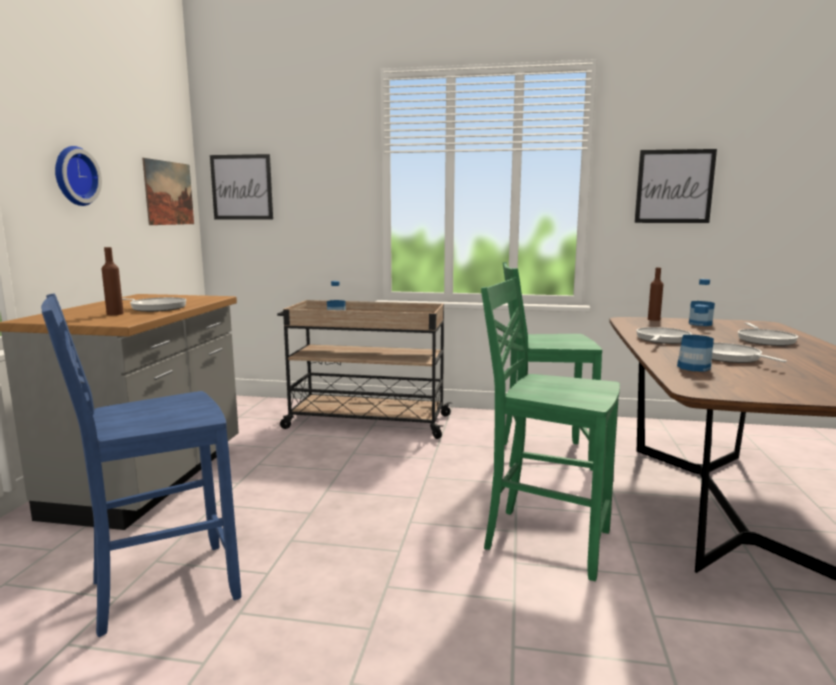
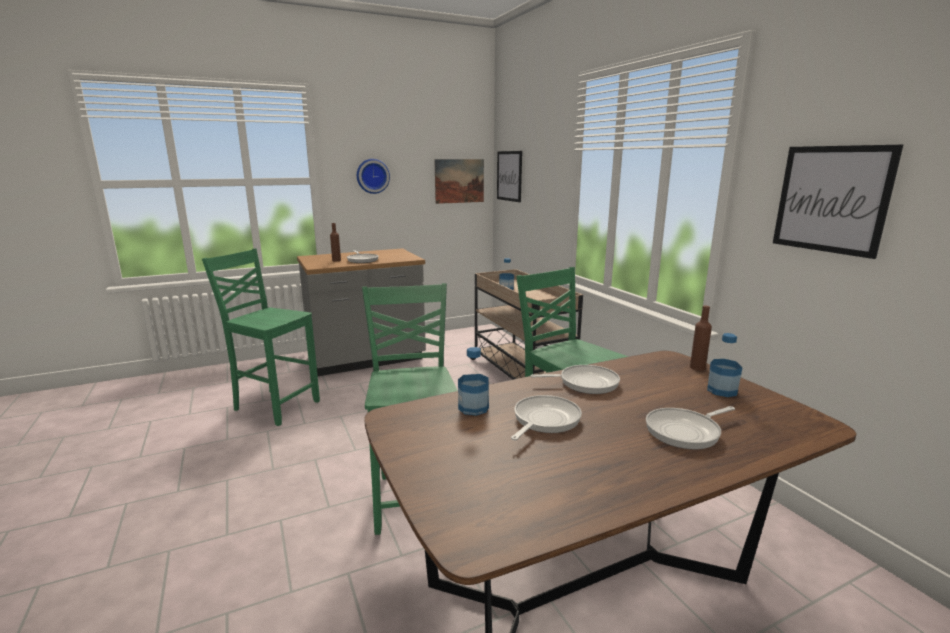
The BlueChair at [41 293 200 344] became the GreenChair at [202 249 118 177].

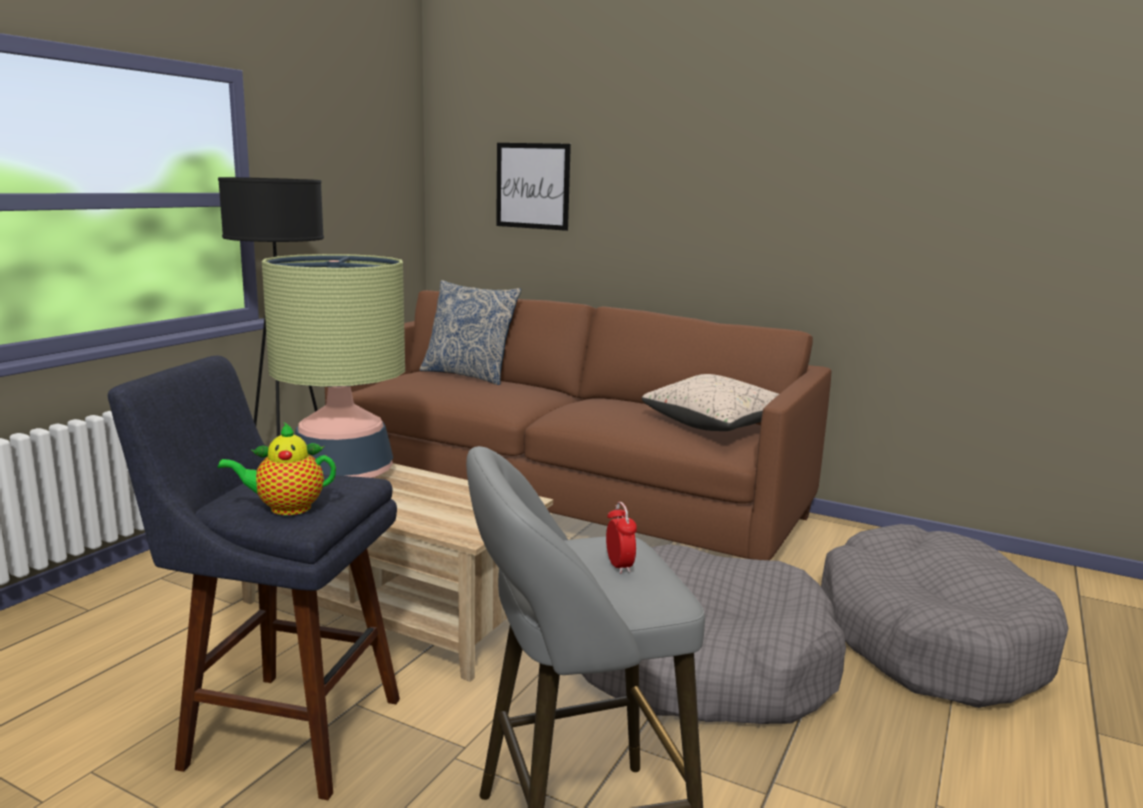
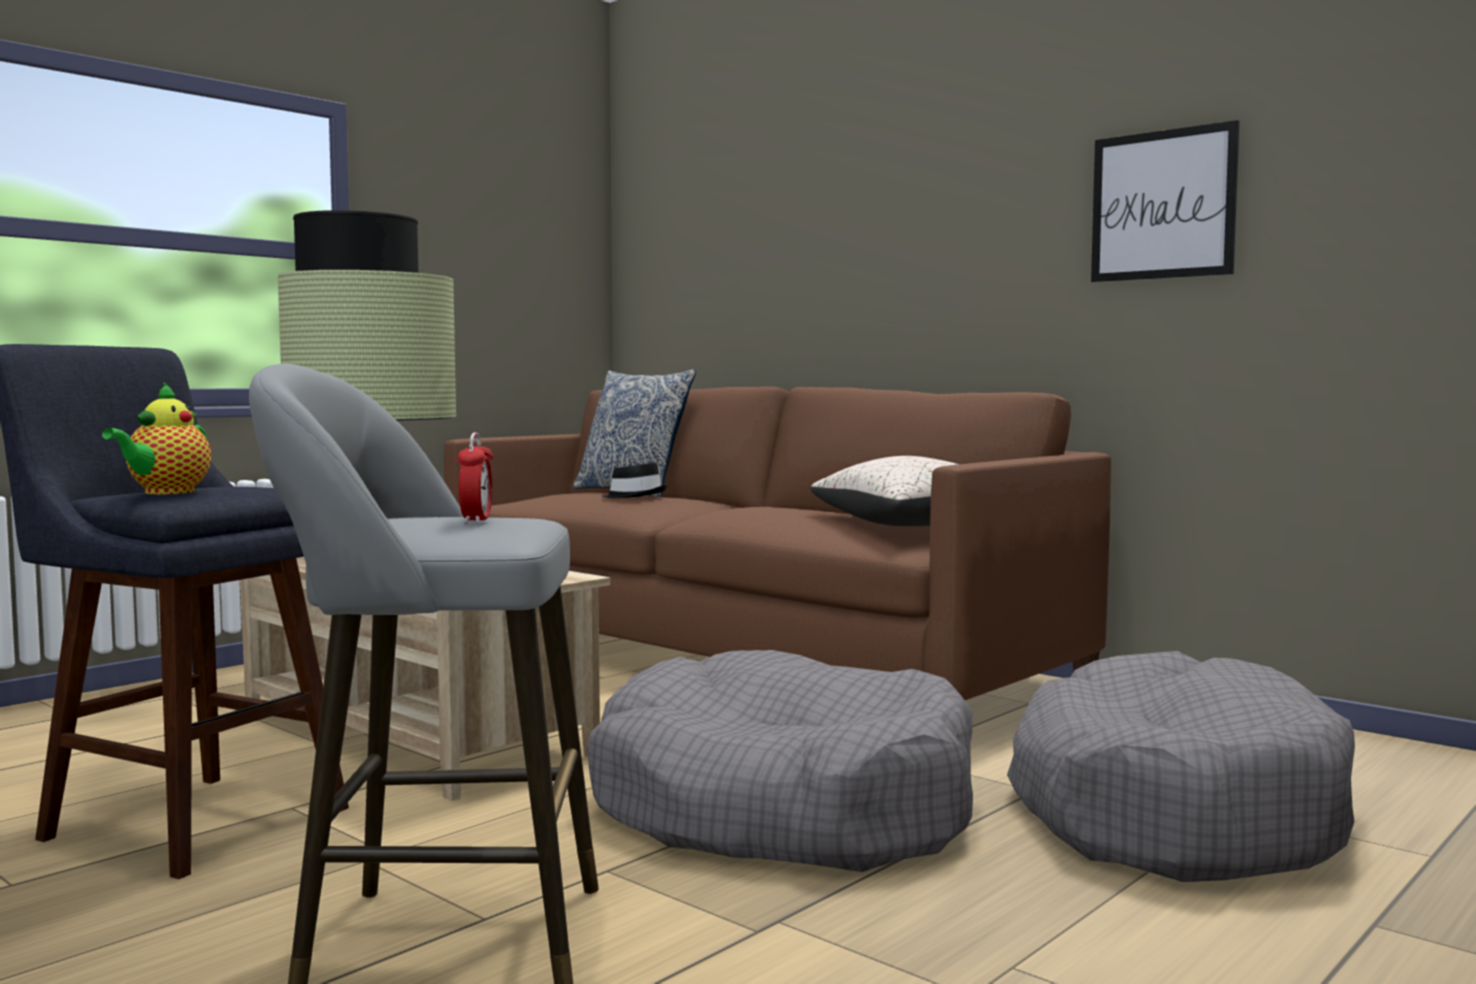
The Teapot at [217 422 119 93] turned 75 degrees counterclockwise.
The Picture moved from [496 143 75 88] to [1091 120 148 162].
The BlackHat at [602 463 65 35] appeared.

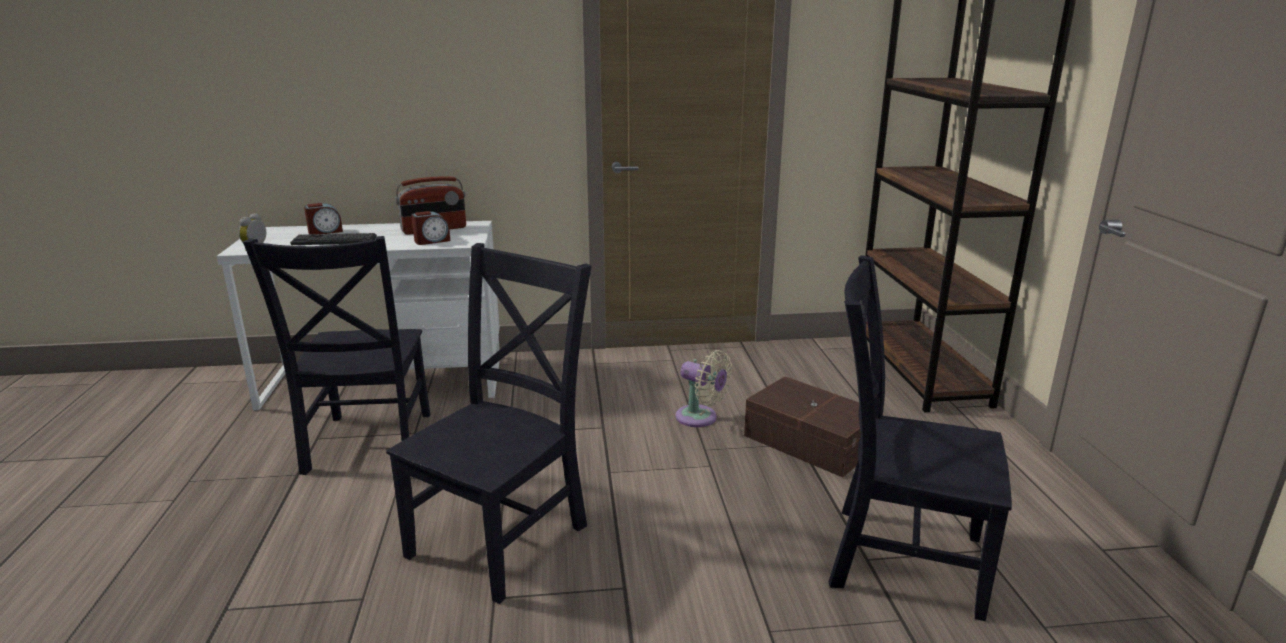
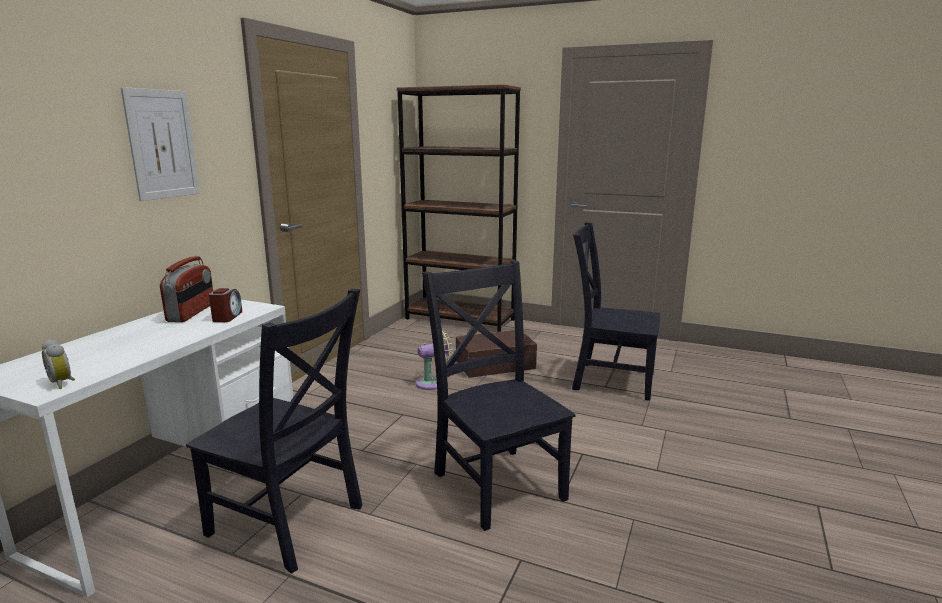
The Keyboard at [290 233 87 12] disappeared.
The AlarmClock at [304 203 39 31] disappeared.
The BlackChair at [829 255 183 366] turned 60 degrees clockwise.
The Picture at [121 87 79 114] appeared.

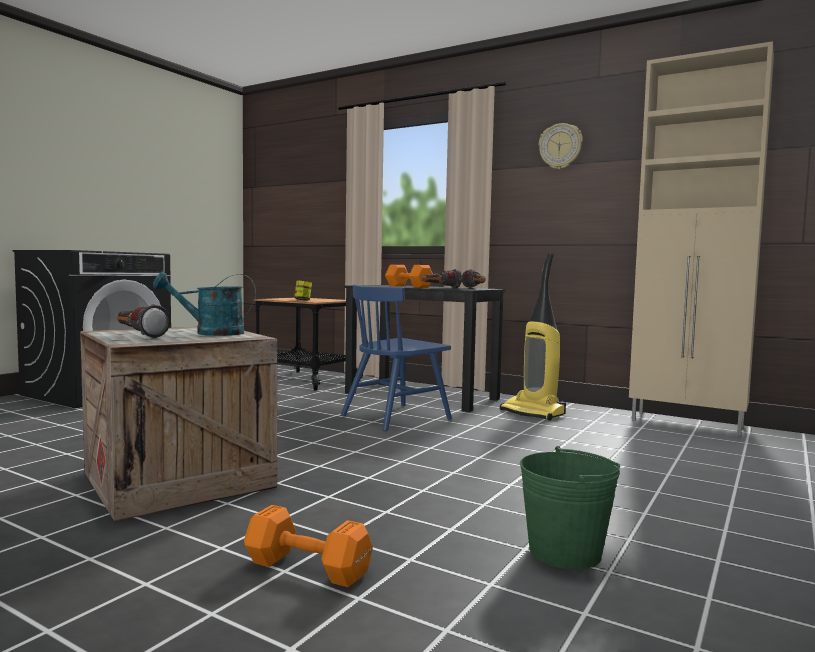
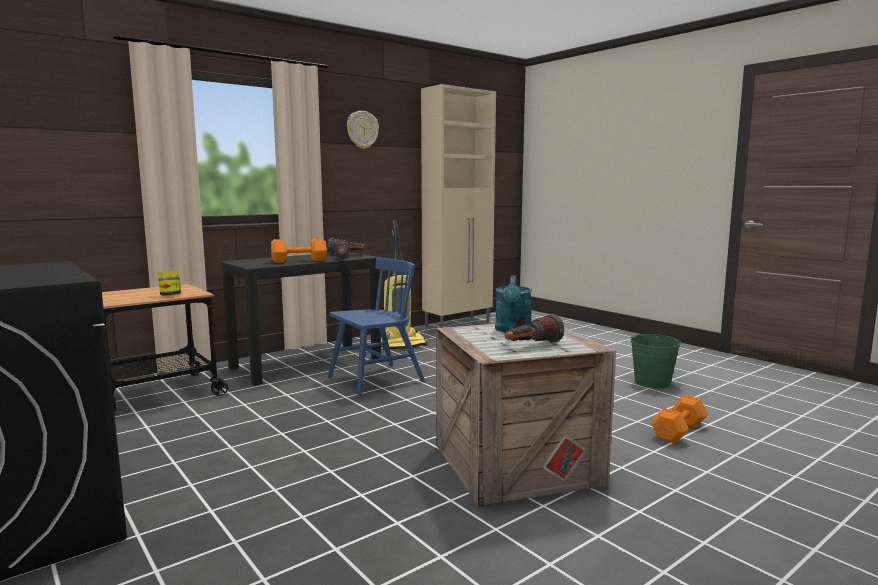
The BlueChair at [341 284 111 147] turned 105 degrees counterclockwise.

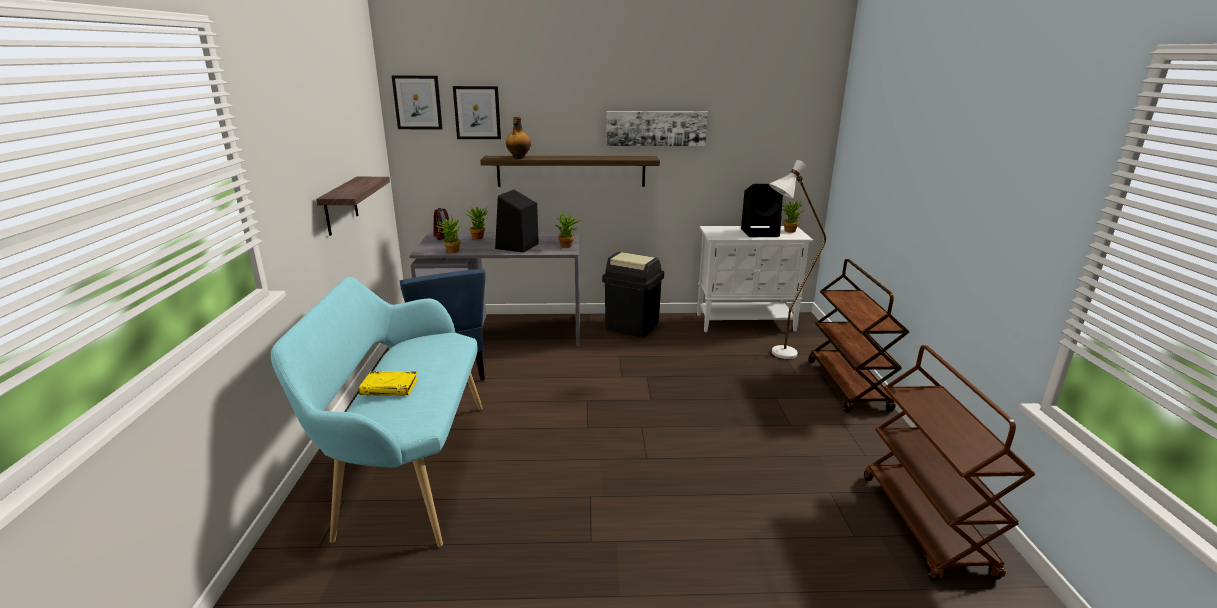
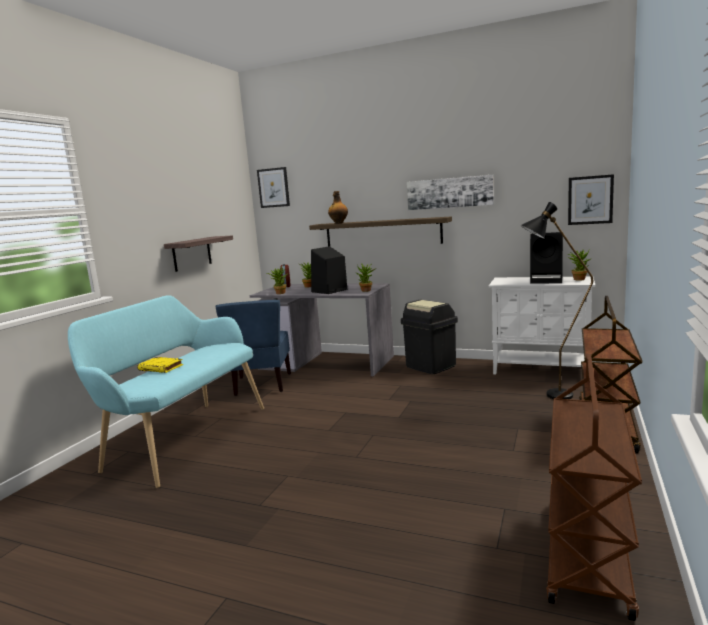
The Picture moved from [453 86 48 53] to [568 174 46 51].
The WhiteFloorLamp at [769 160 57 199] became the BlackFloorLamp at [520 202 73 197].

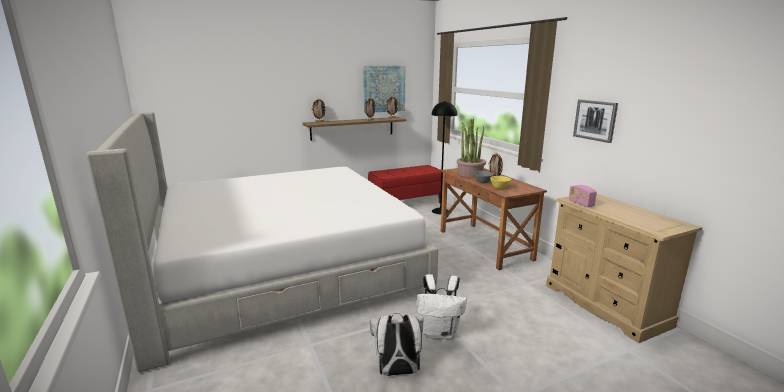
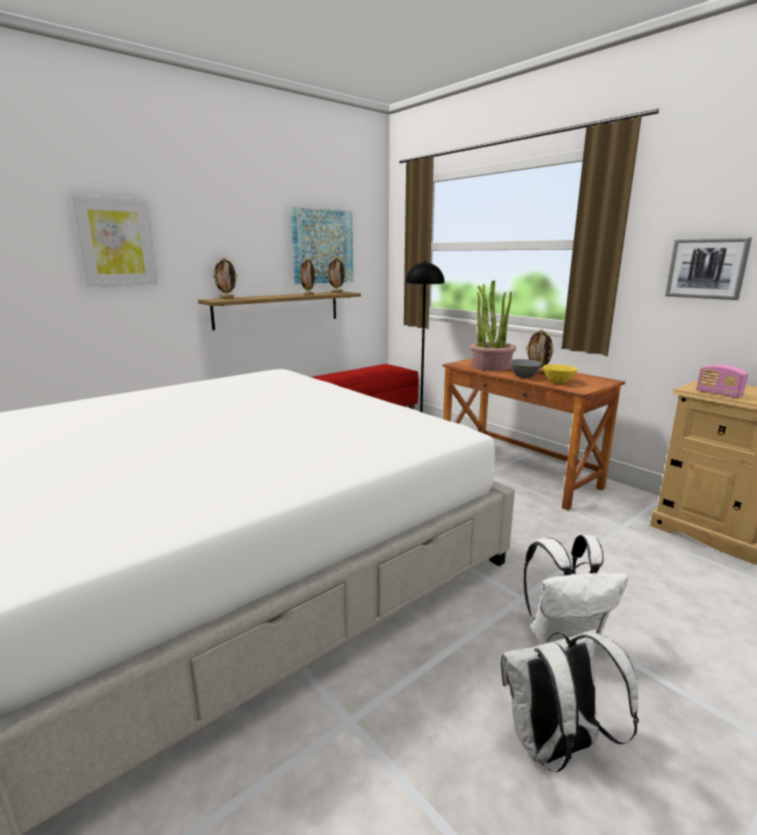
The Picture at [70 195 88 92] appeared.

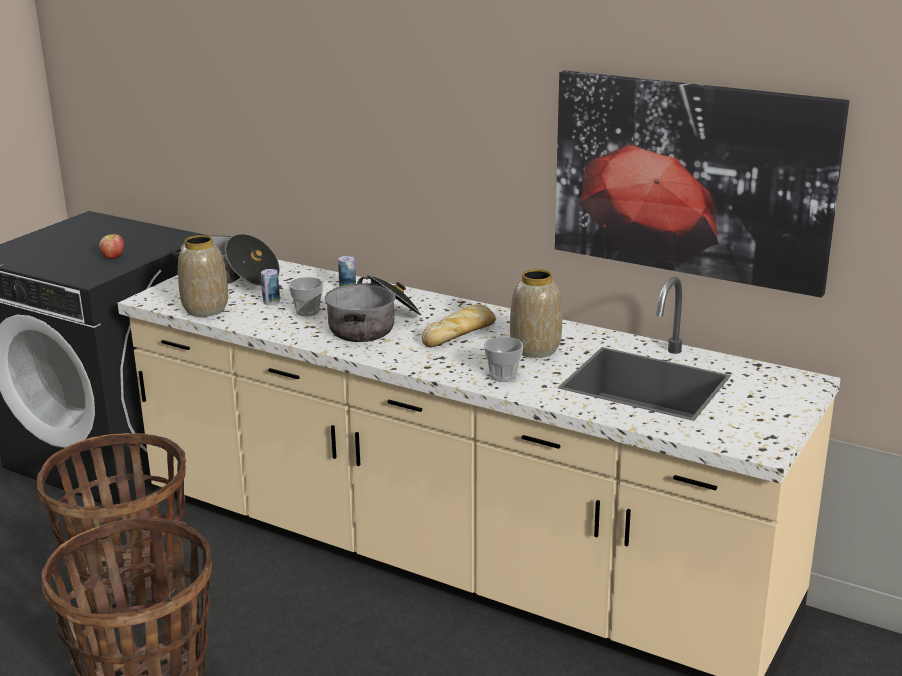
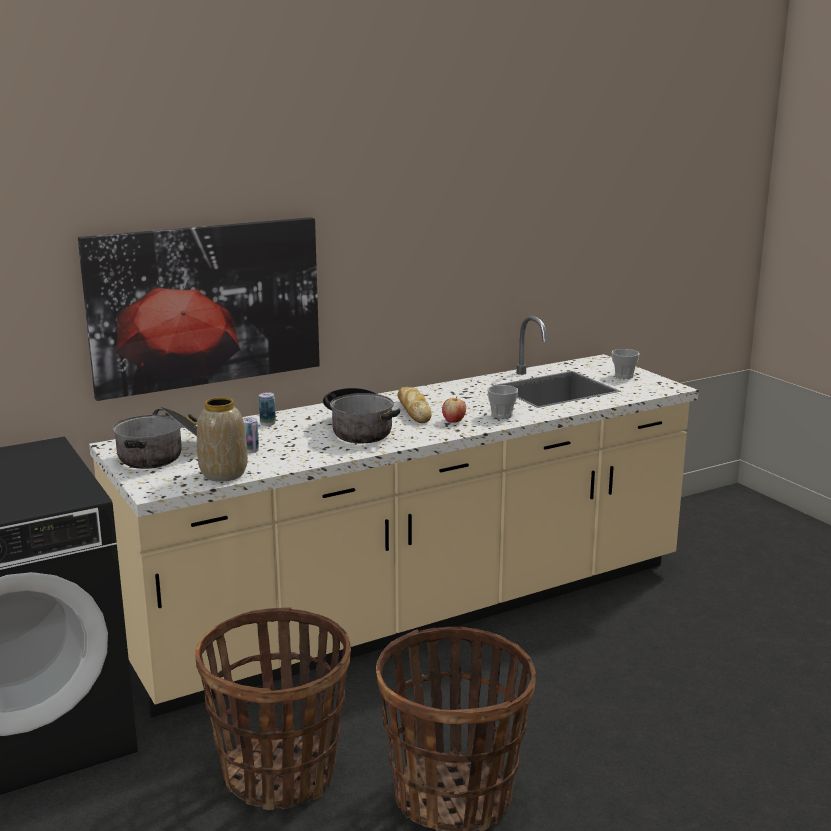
The Apple moved from [99 234 25 25] to [442 396 24 26].
The Cup moved from [288 277 35 39] to [612 349 28 30].
The Vase at [510 269 52 89] disappeared.
The Picture moved from [555 70 294 227] to [78 217 242 184].

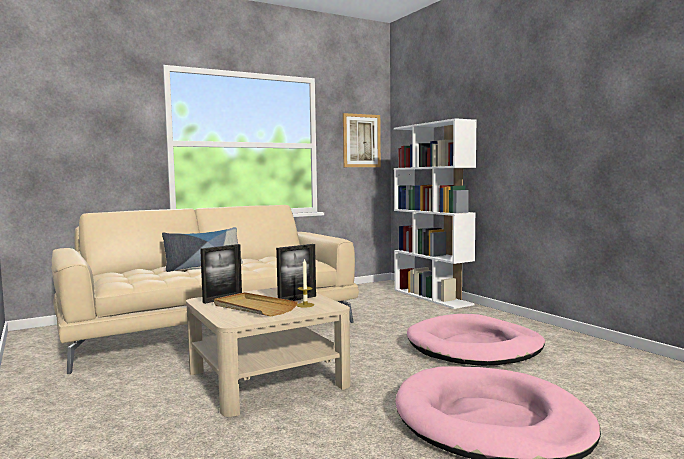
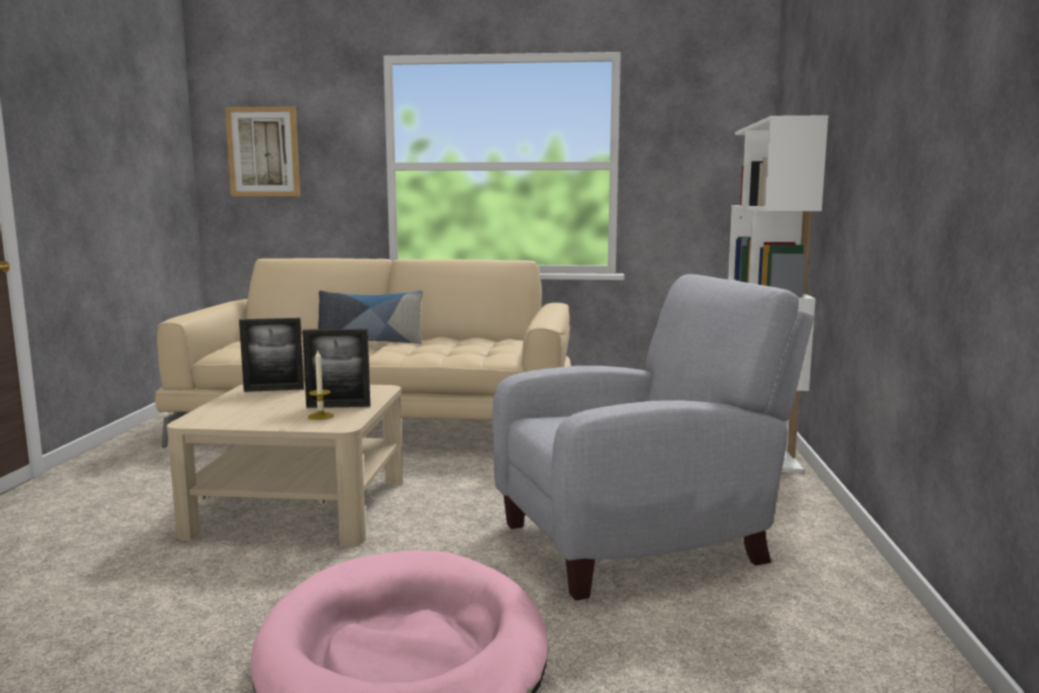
The BeigeTray at [214 292 84 24] disappeared.
The Picture moved from [343 113 38 54] to [225 106 75 90].
The PinkDogBed at [407 314 138 52] was replaced by the GreyArmchair at [492 274 322 327].

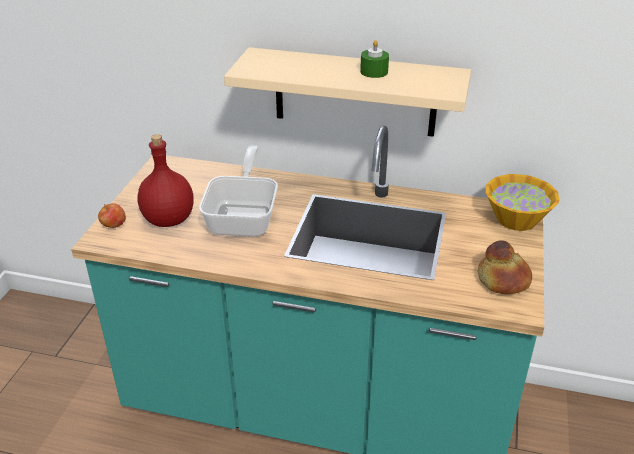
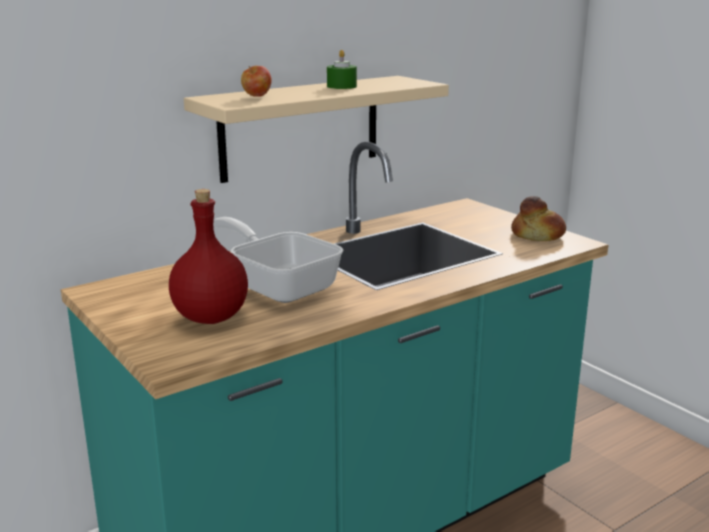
The Apple moved from [98 203 28 25] to [241 66 31 31].
The Bowl at [486 174 73 57] disappeared.

